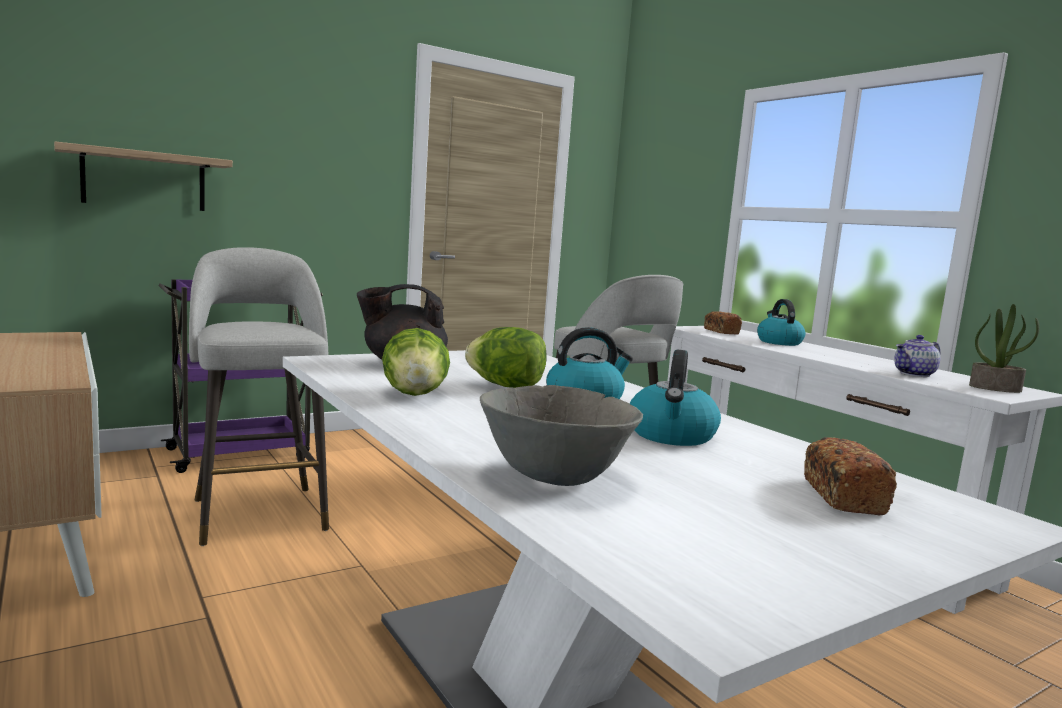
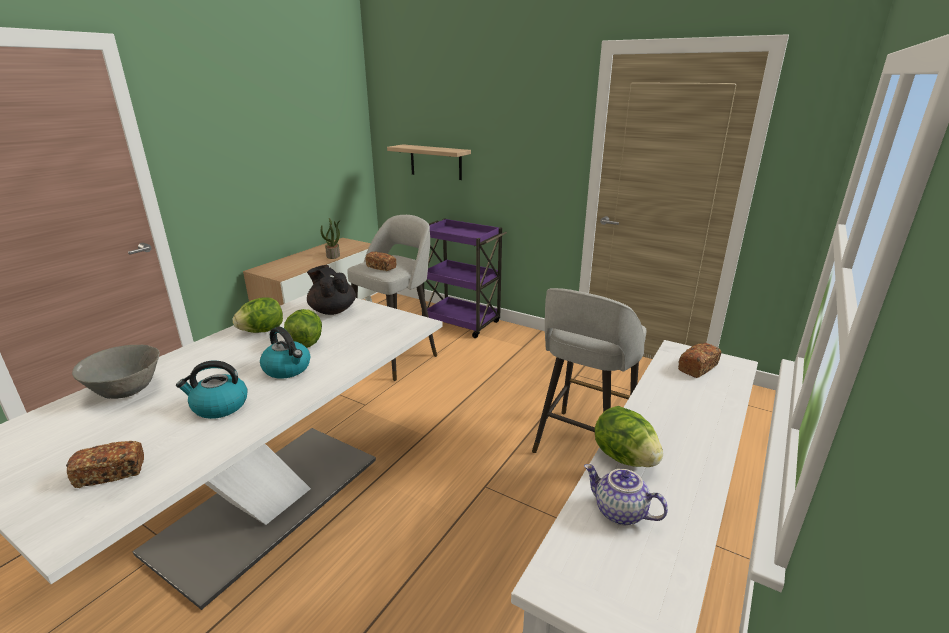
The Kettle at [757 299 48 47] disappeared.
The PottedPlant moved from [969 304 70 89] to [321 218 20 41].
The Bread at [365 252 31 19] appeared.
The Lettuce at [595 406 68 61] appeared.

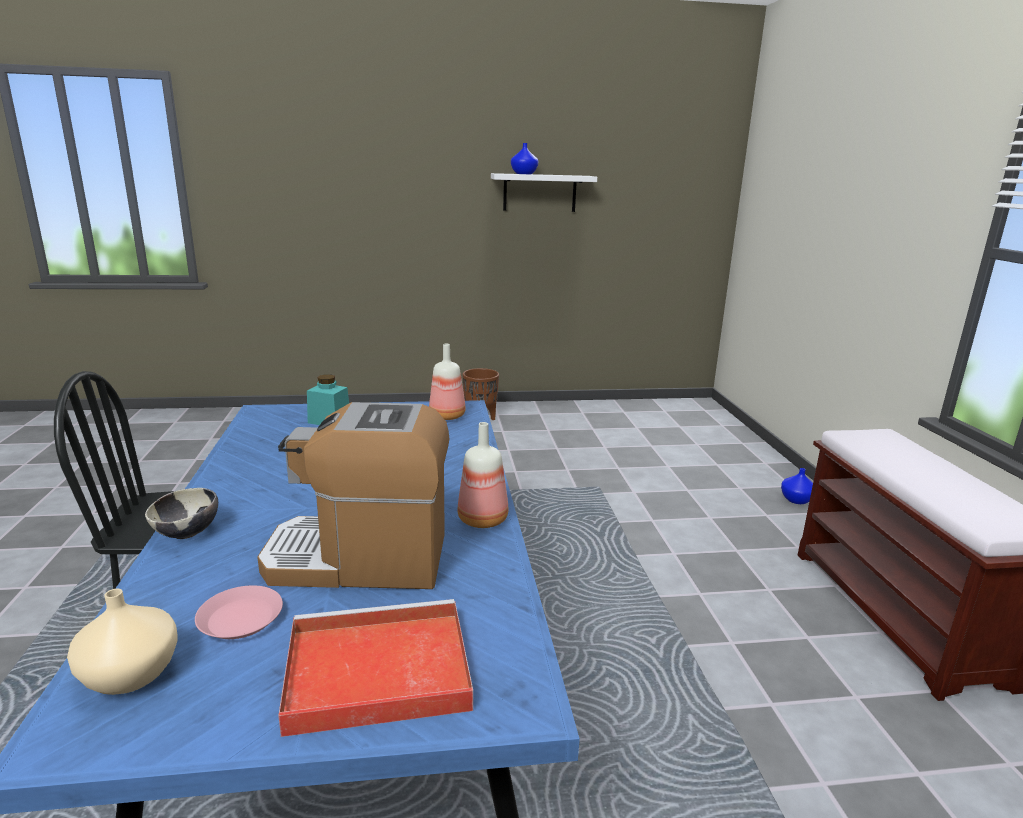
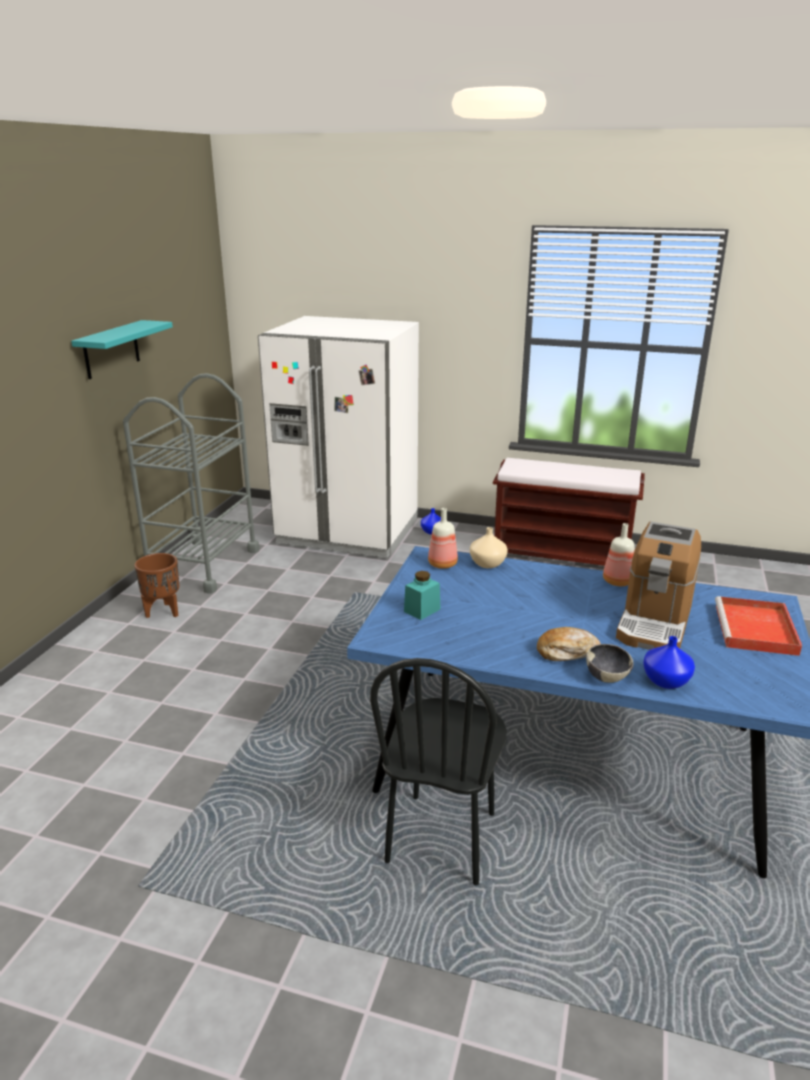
The BeigeVase moved from [67 589 110 106] to [470 527 38 41].
The PinkPlate at [195 585 88 54] disappeared.
The WhiteShelf at [491 173 106 39] became the TurquoiseShelf at [71 320 102 59].
The BlueVase moved from [511 143 27 31] to [643 636 52 53].
The GreyCart at [123 373 136 220] appeared.
The WhiteFridge at [258 316 161 242] appeared.
The Bread at [537 627 64 34] appeared.

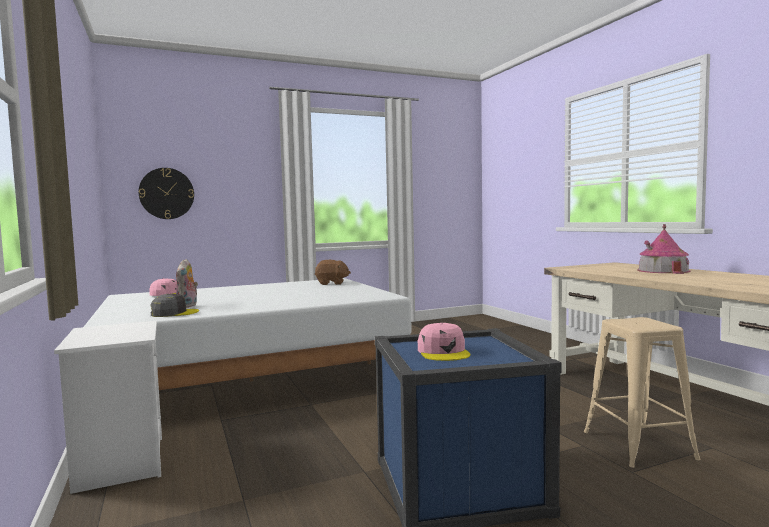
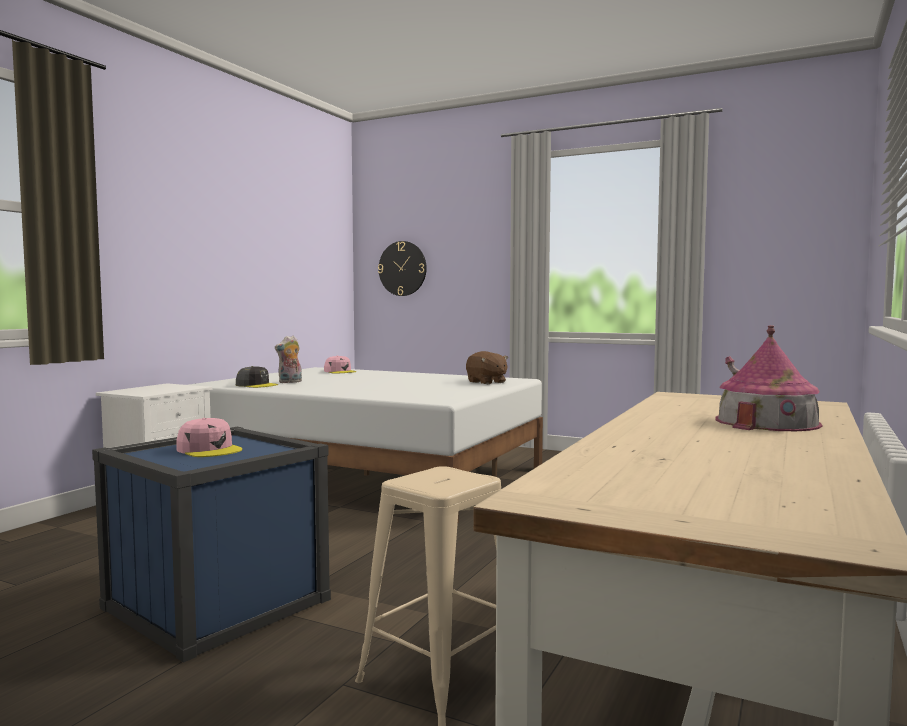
The PinkCap at [418 323 53 38] turned 90 degrees counterclockwise.

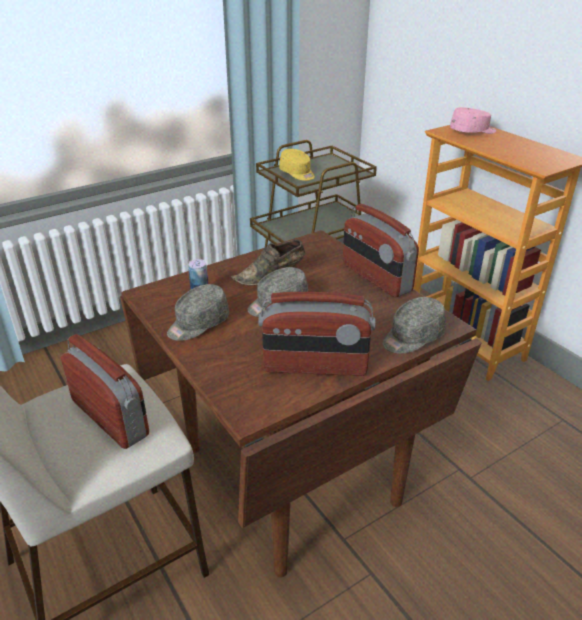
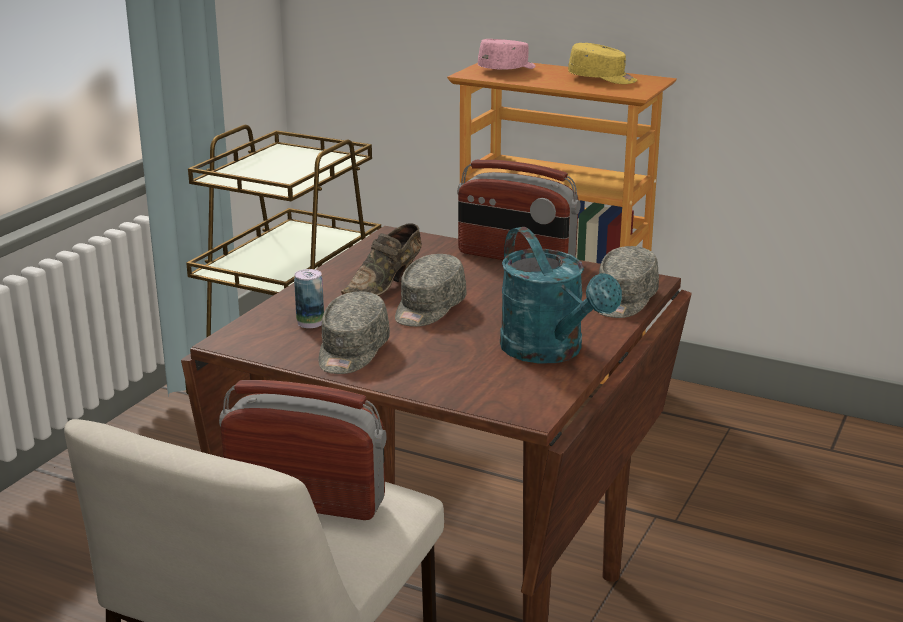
The Radio at [259 292 117 84] was replaced by the TurquoiseWateringCan at [500 227 122 137].
The YellowCap moved from [279 149 36 32] to [568 43 69 41].

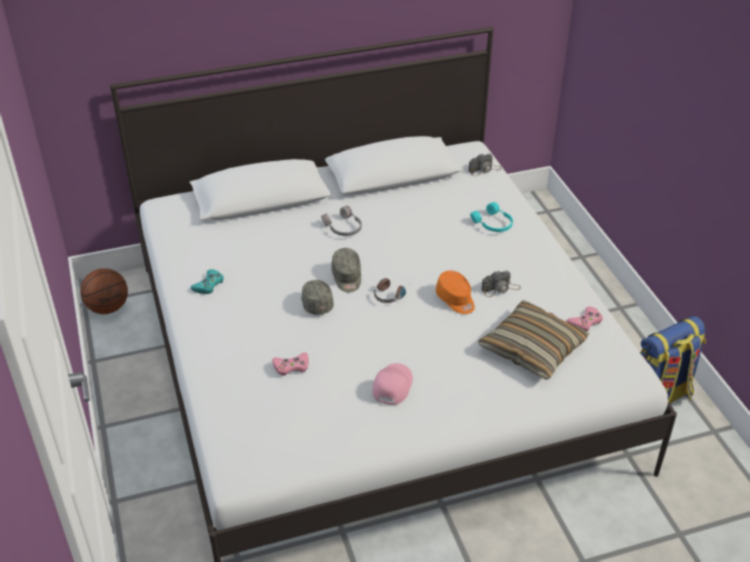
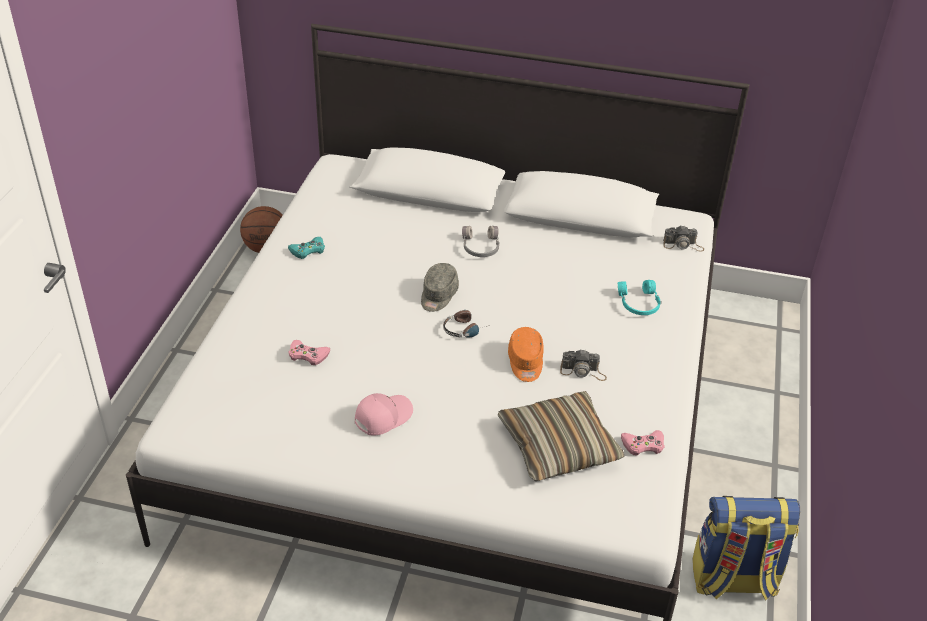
The GreyCap at [301 280 33 35] disappeared.

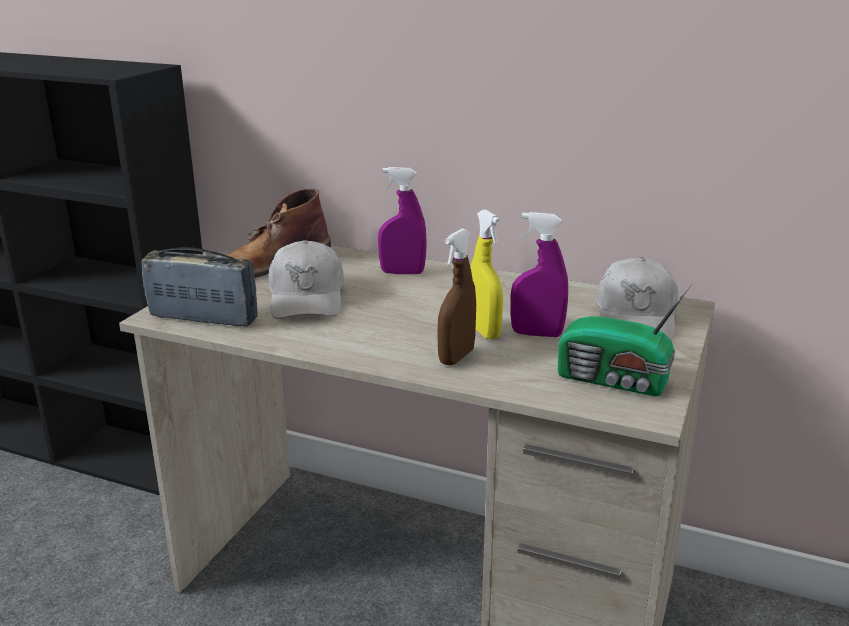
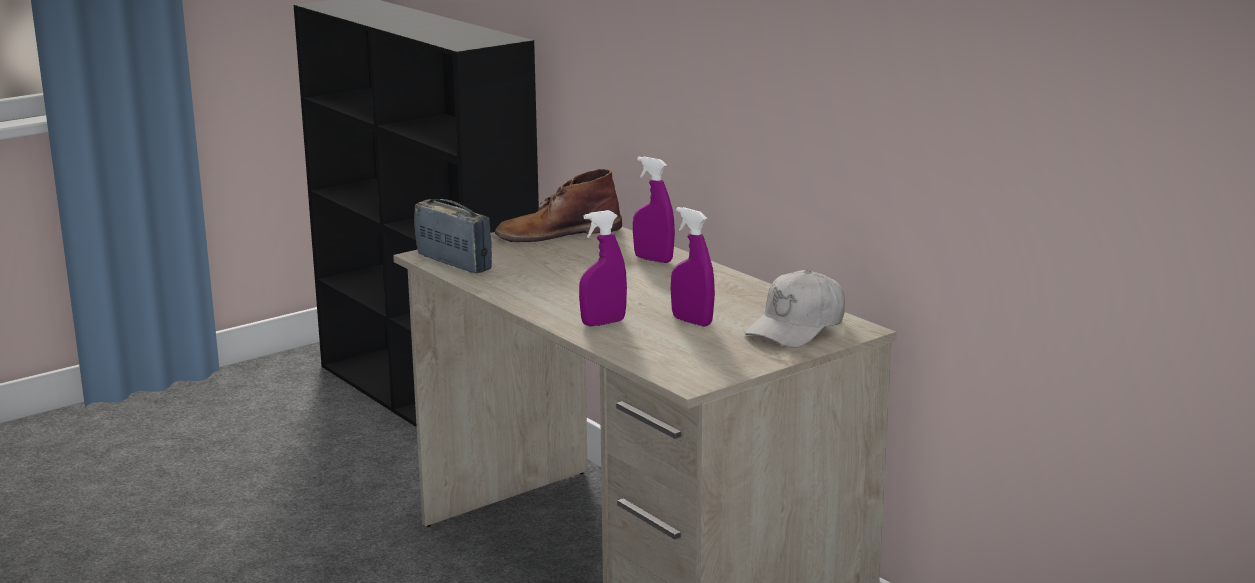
The WhiteCap at [268 240 76 79] disappeared.
The BrownSprayBottle at [437 229 39 137] became the PurpleSprayBottle at [579 210 48 116].
The YellowSprayBottle at [470 209 33 130] disappeared.
The Radio at [558 284 133 112] disappeared.

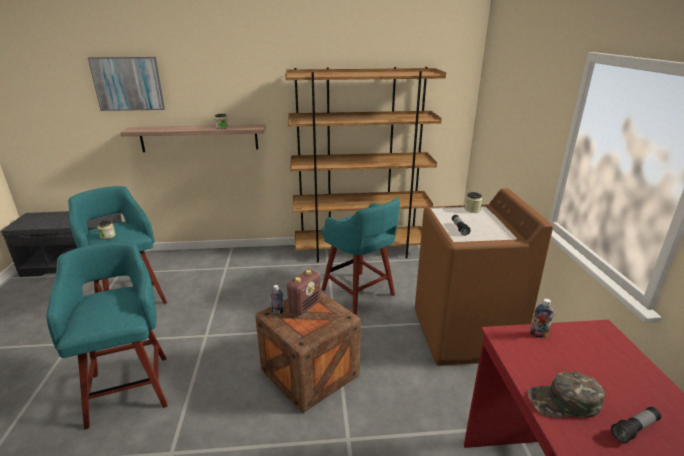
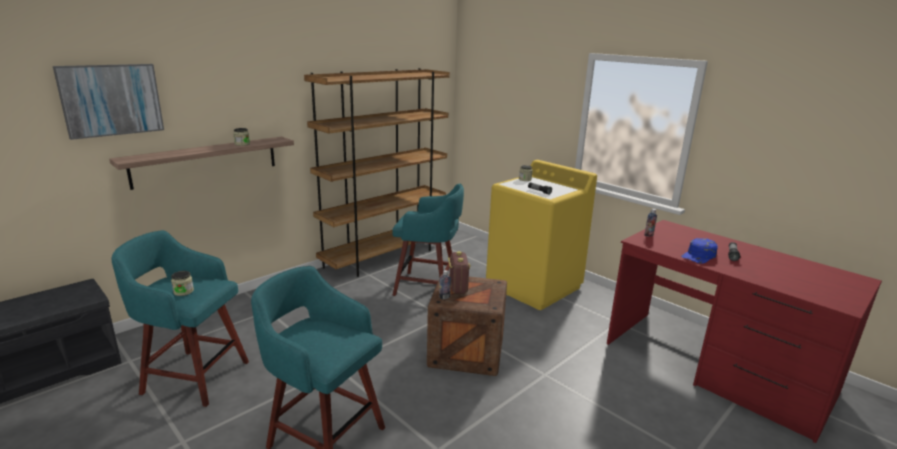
The BrownWashingMachine at [415 188 138 178] became the YellowWashingMachine at [486 160 111 150].
The GreenCap at [527 372 78 46] became the BlueCap at [681 238 37 26].

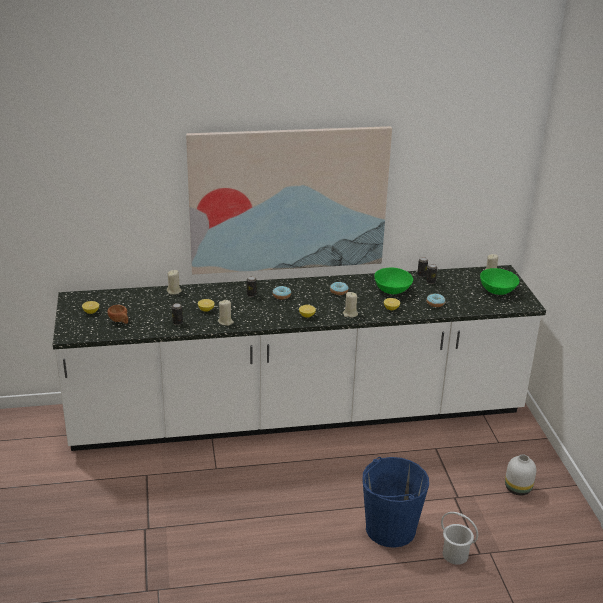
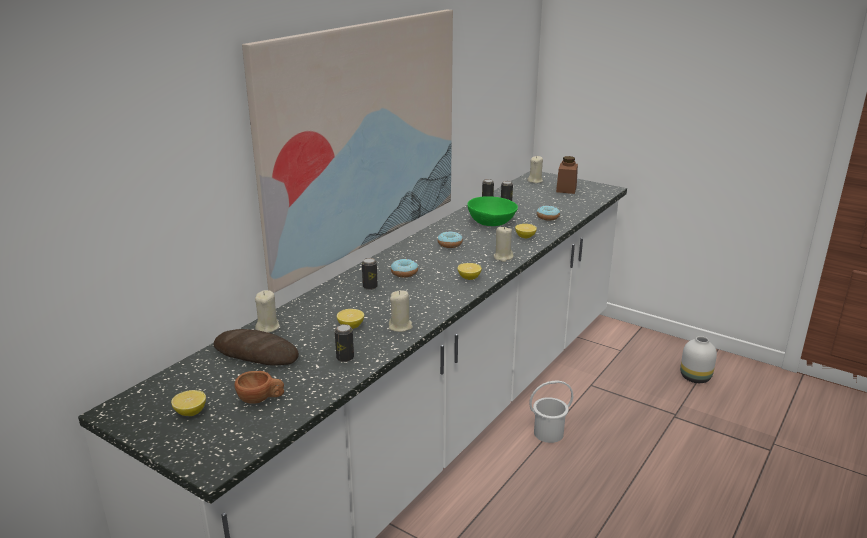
The BlueBucket at [363 457 66 91] disappeared.
The WhiteBucket moved from [441 512 37 53] to [529 380 44 63].
The GreenBowl at [480 268 39 27] was replaced by the BrownJar at [556 156 22 38].
The Bread at [213 329 86 36] appeared.

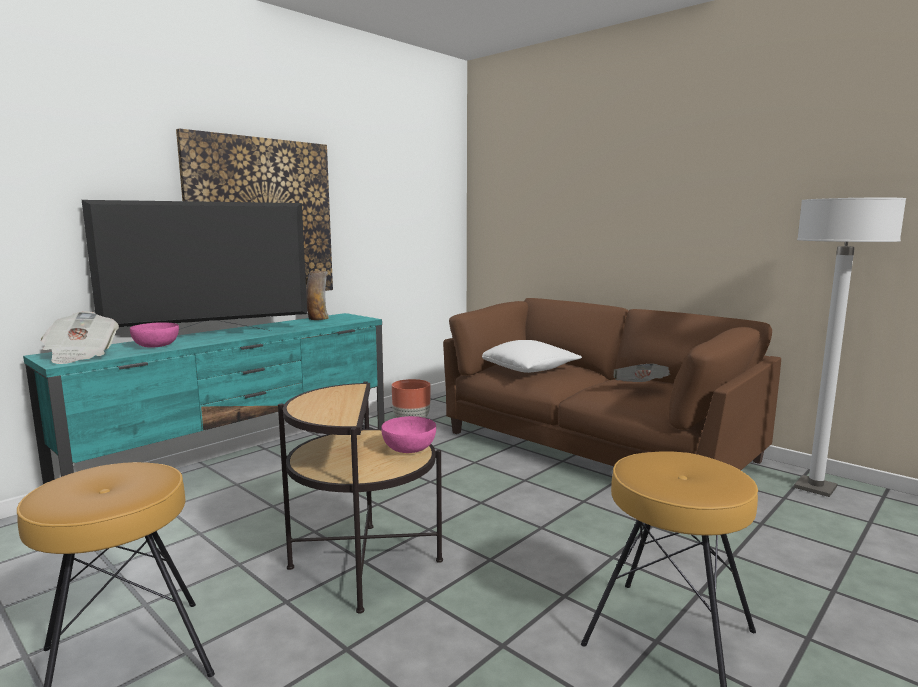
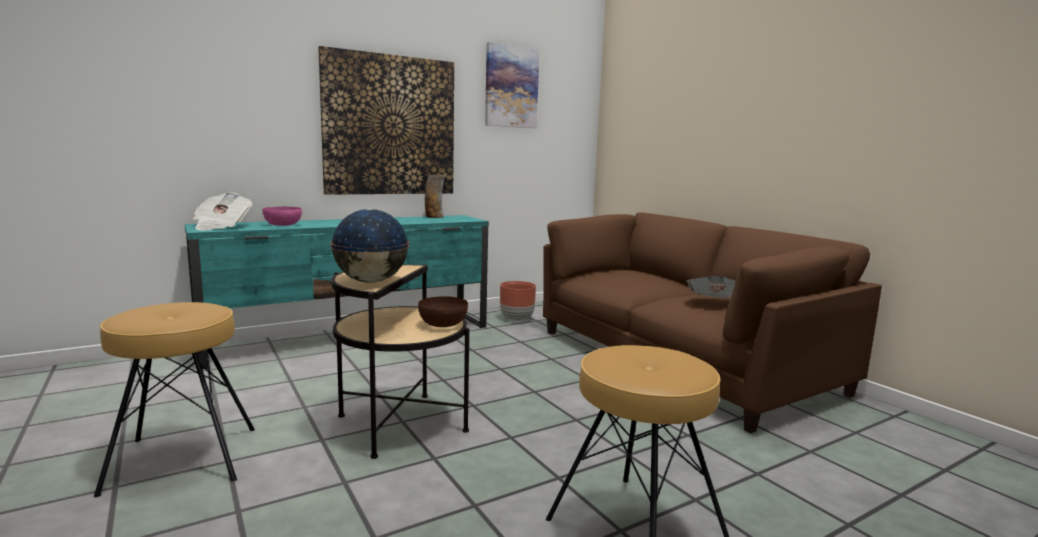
The Television at [82 200 225 131] disappeared.
The PinkBowl at [382 416 54 37] became the BrownBowl at [418 296 50 31].
The WhitePillow at [482 340 100 33] disappeared.
The WhiteFloorLamp at [794 197 113 300] disappeared.
The Globe at [330 209 79 74] appeared.
The Picture at [485 42 55 86] appeared.

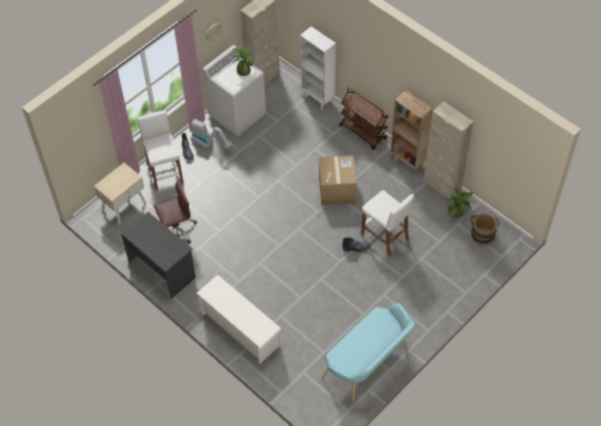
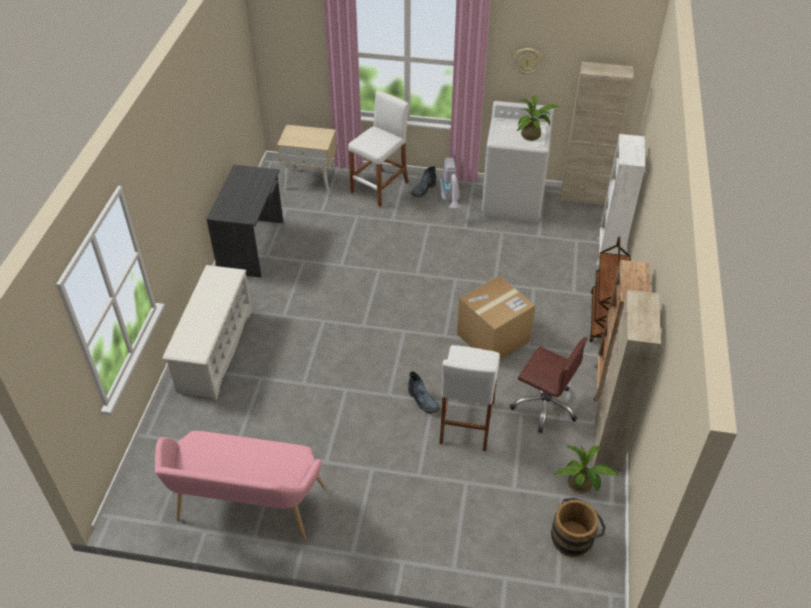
The BrownOfficeChair moved from [154 181 43 62] to [510 337 78 96].
The TurquoiseBench at [322 303 93 98] became the PinkBench at [155 431 171 110].

